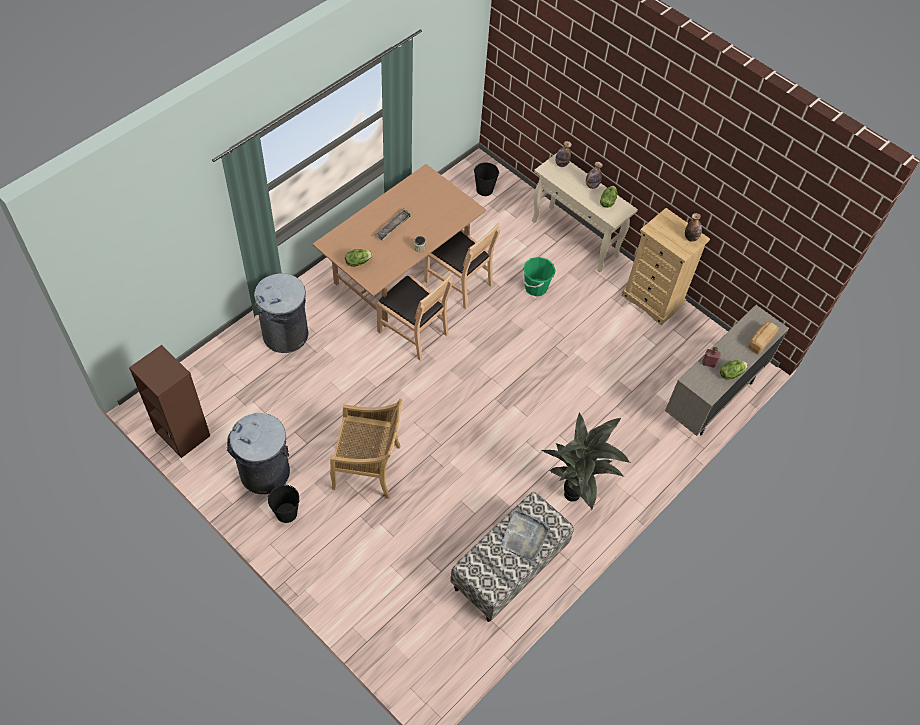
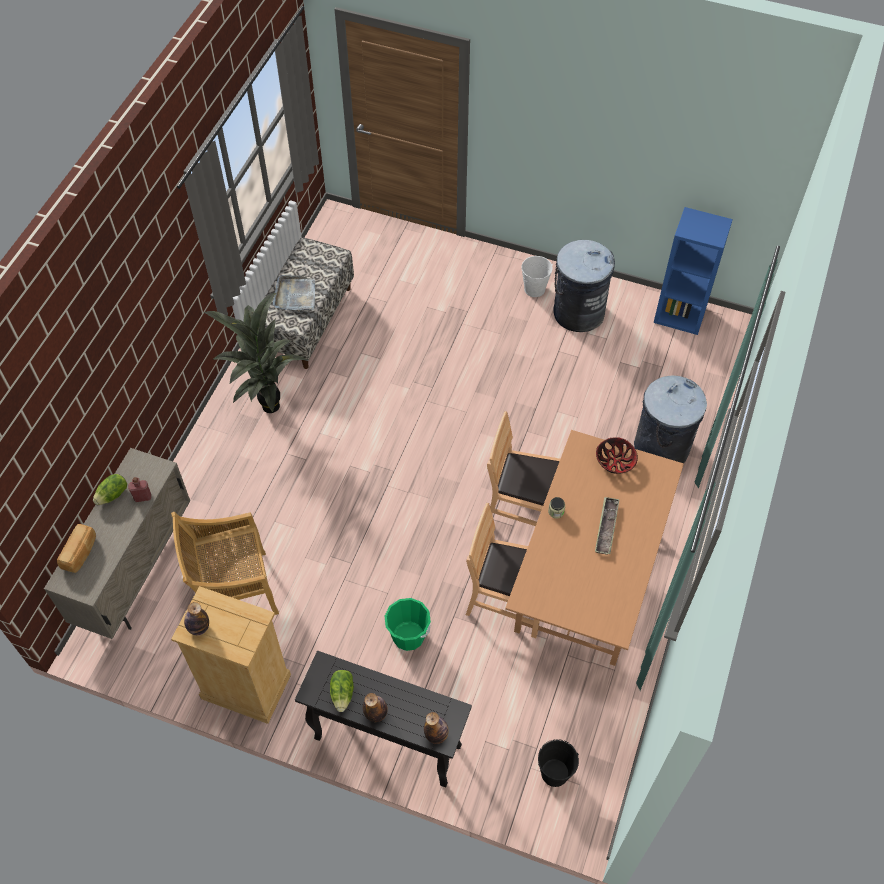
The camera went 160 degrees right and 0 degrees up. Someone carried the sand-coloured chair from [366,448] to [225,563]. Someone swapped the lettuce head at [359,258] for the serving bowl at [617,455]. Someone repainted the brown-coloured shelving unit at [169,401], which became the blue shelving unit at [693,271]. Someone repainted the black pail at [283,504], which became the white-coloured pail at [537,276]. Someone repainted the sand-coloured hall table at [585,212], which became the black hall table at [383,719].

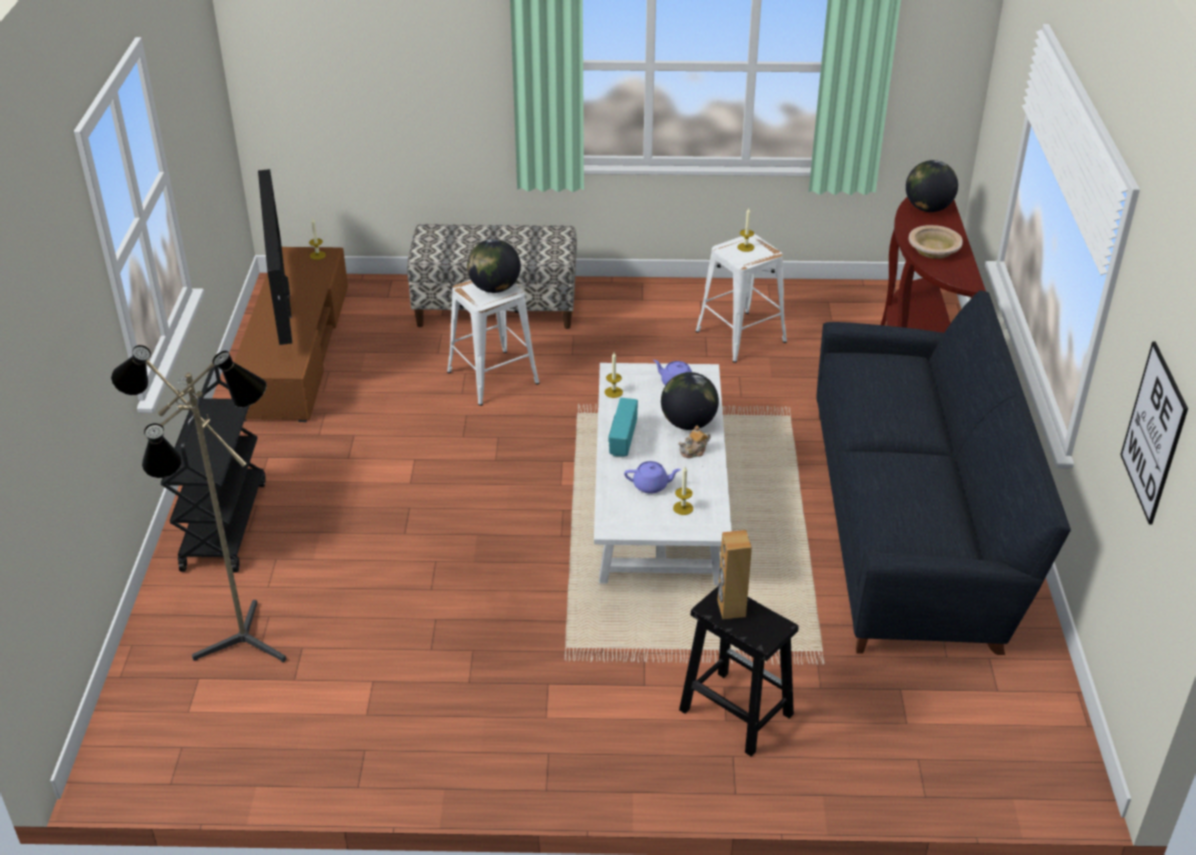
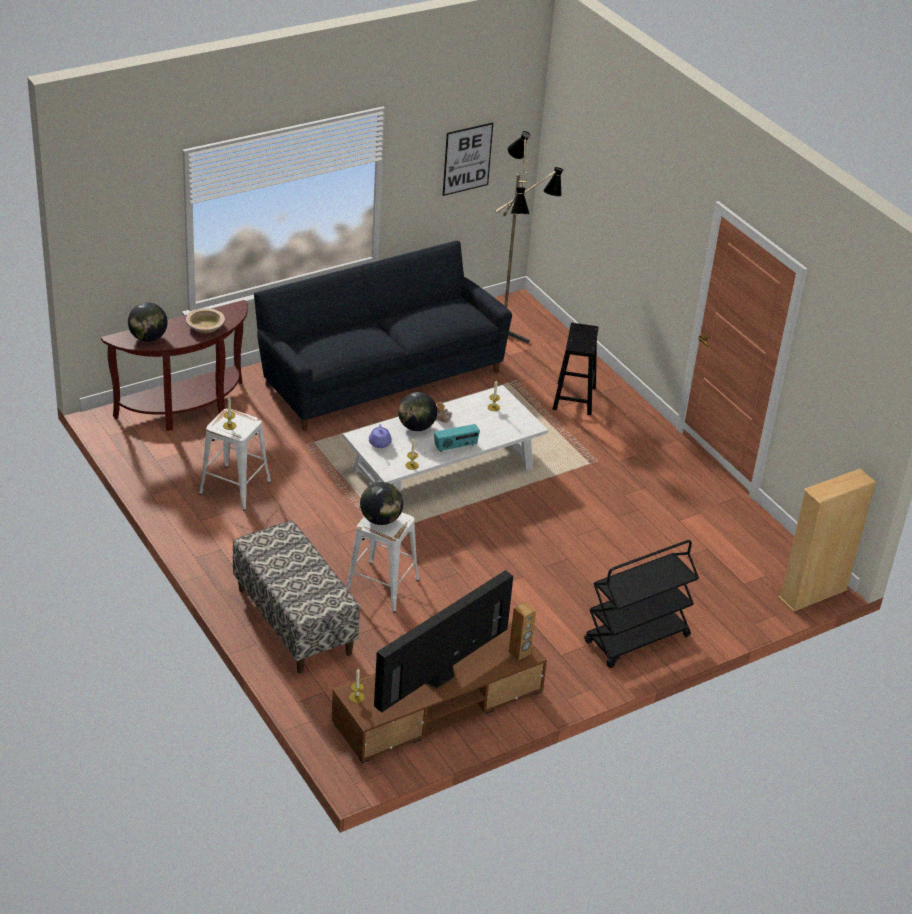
The camera went 125 degrees left and 0 degrees up. Someone took away the purplish tea pot at [652,477]. Someone put down the sand-coloured shelving unit at [827,540]. Someone carried the standing lamp from [198,503] to [529,237]. Someone carried the brown-coloured speaker from [734,574] to [522,631].

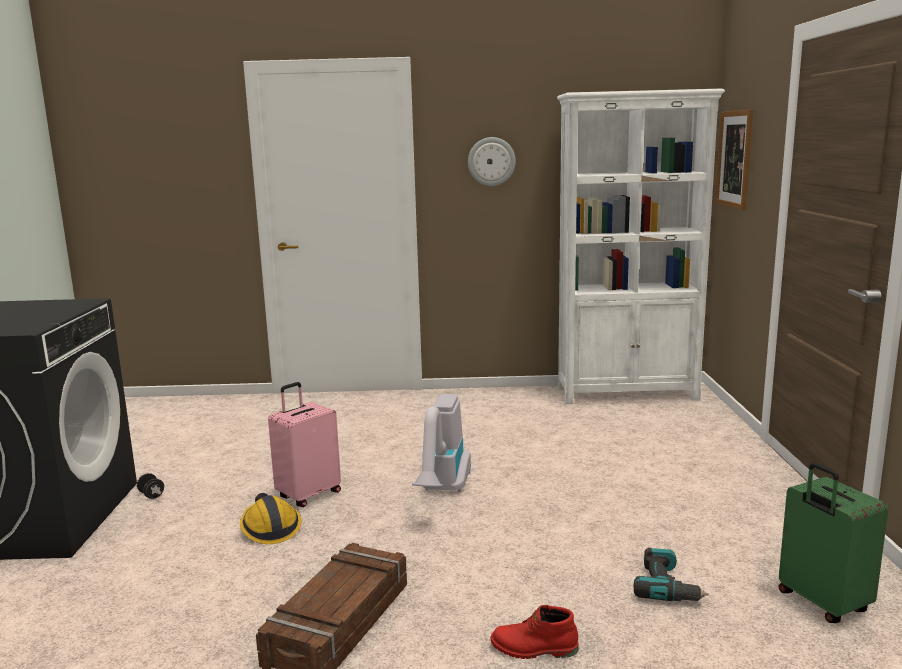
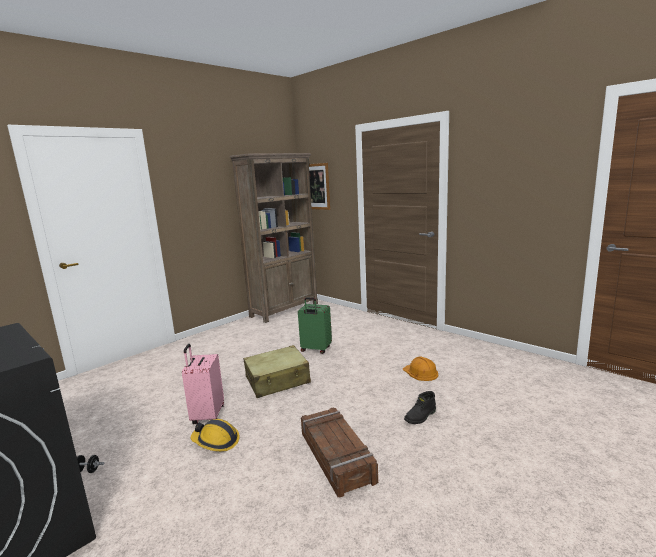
The camera went 45 degrees left and 0 degrees up. Someone took away the clock on the wall at [492,161]. Someone carried the greenish suitcase from [833,542] to [315,325]. Someone swapped the hoover at [441,443] for the sand-coloured suitcase at [277,371]. Someone swapped the drill at [671,574] for the orange-coloured hard hat at [421,368]. Someone repainted the red boot at [534,632], which became the black boot at [420,407]. Someone repainted the white-coloured shelving unit at [641,246], which became the brown-coloured shelving unit at [274,238].

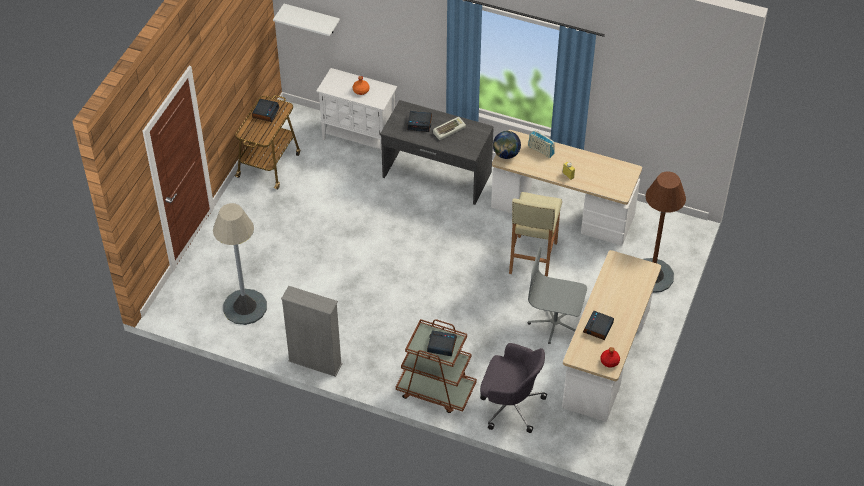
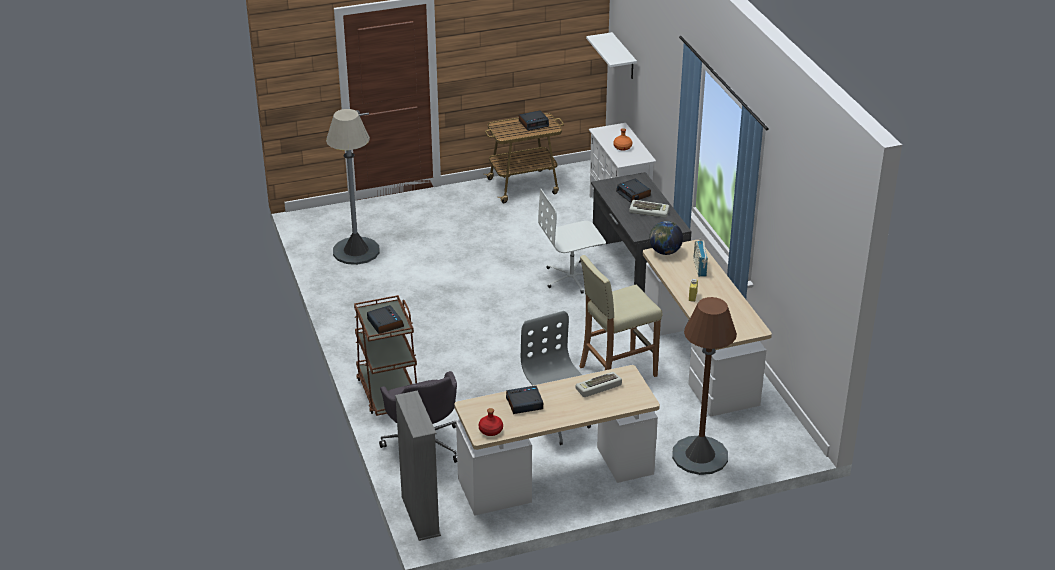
The camera went 50 degrees right and 15 degrees down. Someone put down the white-coloured computer chair at [572,241]. Someone put down the keyboard at [599,384]. Someone carried the gray shelving unit from [312,331] to [418,465].

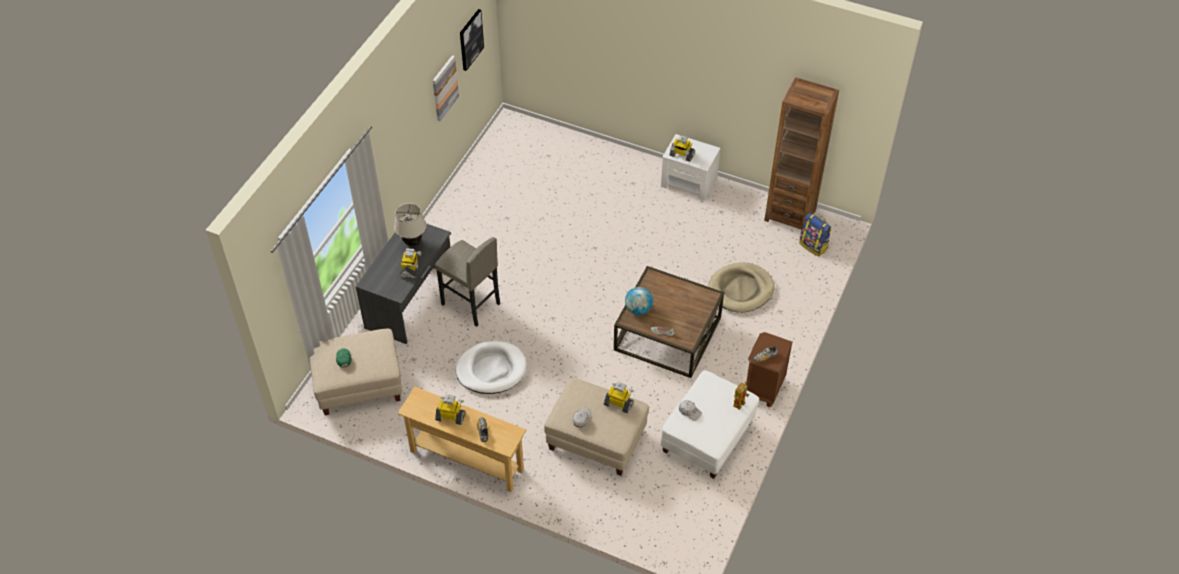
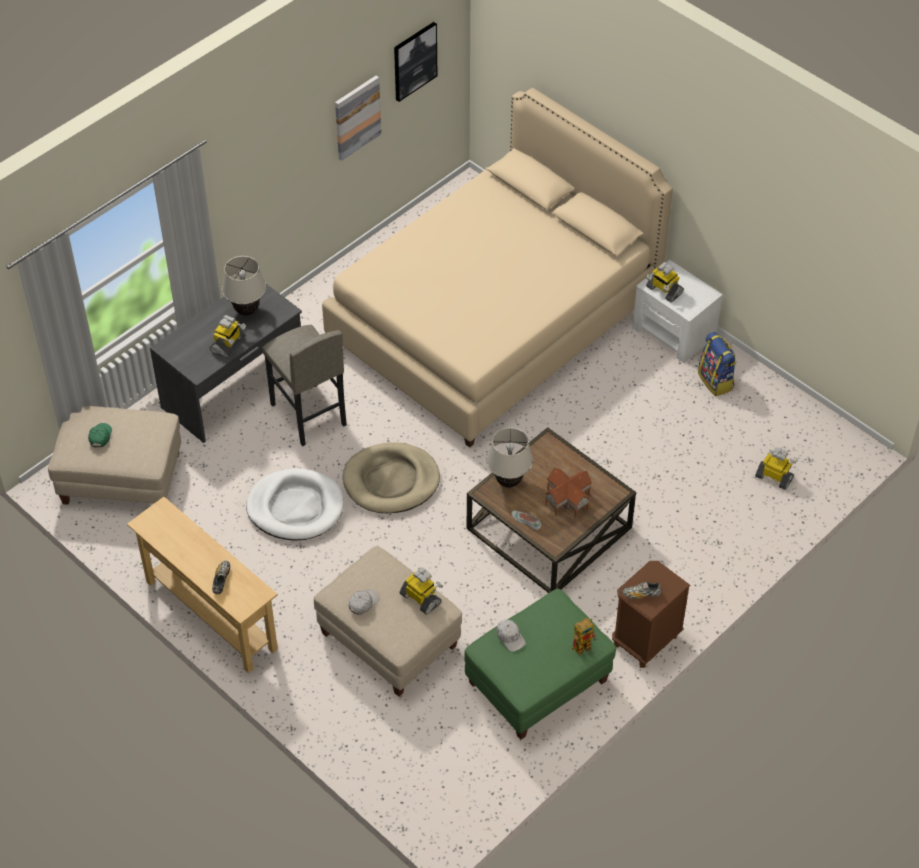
The camera went 20 degrees right and 0 degrees up. Someone took away the brown-coloured shelving unit at [801,154]. Someone put down the sand-coloured sleeping bed at [497,268]. Someone put down the toy house at [568,493]. Someone carried the model robot from [450,409] to [775,468]. Someone carried the sand-coloured dog bed from [741,287] to [391,477]. Someone carried the backpack from [815,235] to [717,364]. Someone swapped the desk globe at [639,301] for the sand-coloured tabletop lamp at [509,458]. Someone repainted the white-coloured ottoman at [710,424], which became the greenish ottoman at [540,664].

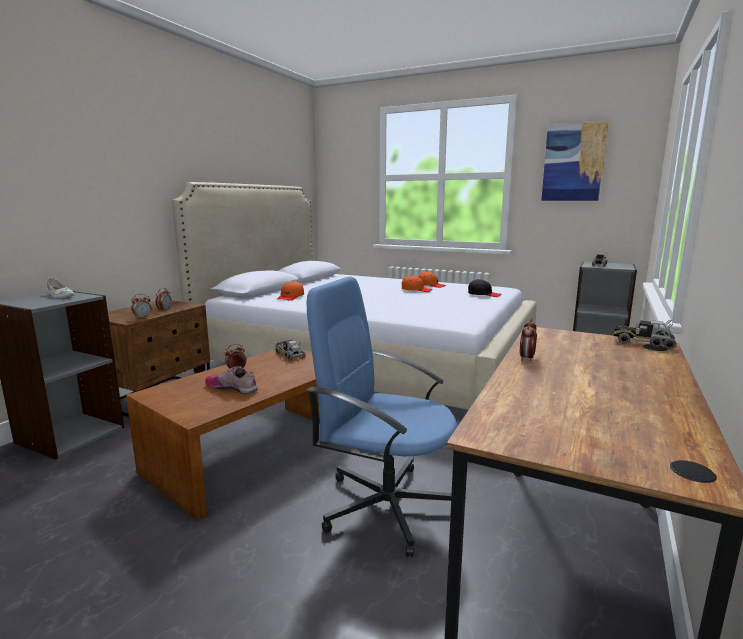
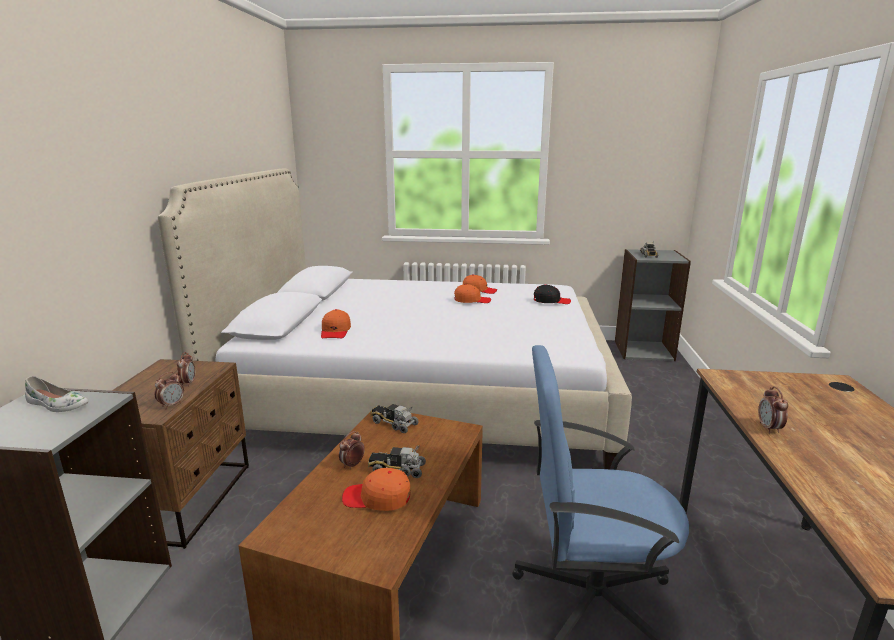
The camera went 20 degrees left and 5 degrees up. Someone took away the wall picture at [575,161]. Someone carried the model truck from [644,334] to [397,461]. Someone swapped the item of footwear at [231,380] for the orange-coloured cap at [376,489].

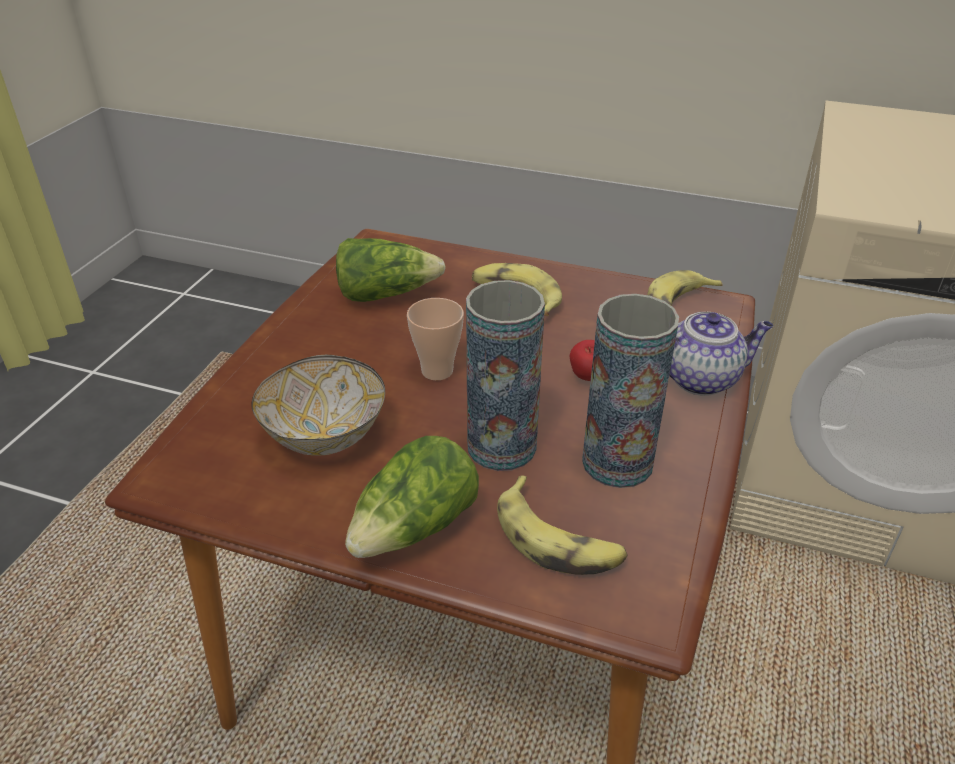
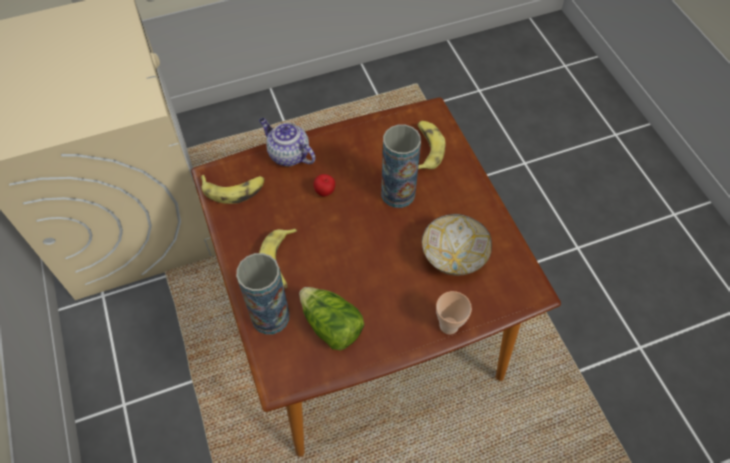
The camera went 130 degrees left and 20 degrees up. Someone took away the lettuce head at [412,497]. Someone carried the small cup from [435,339] to [454,312]. Someone carried the vase from [630,391] to [262,294].

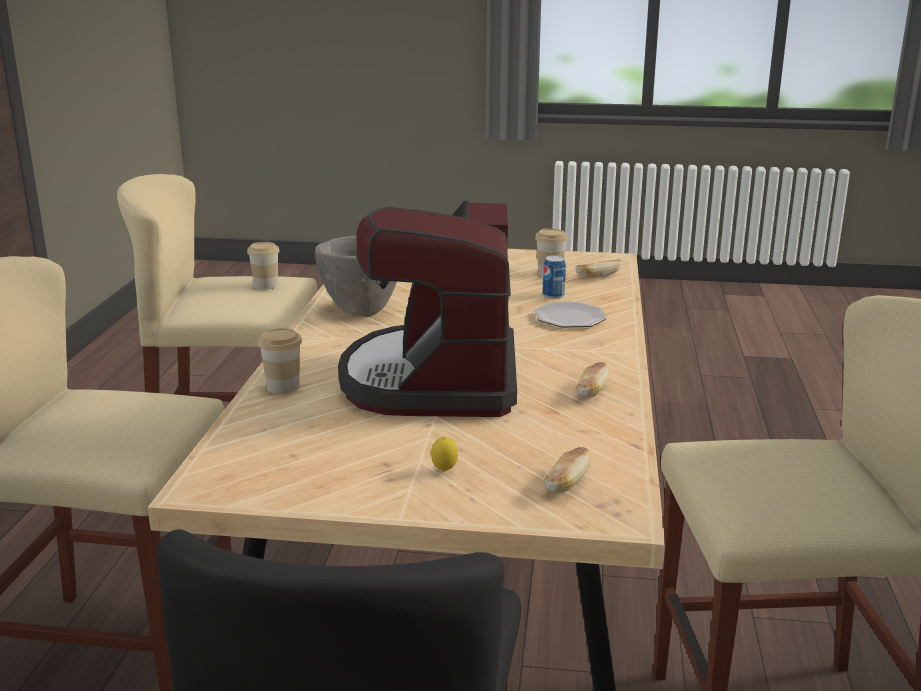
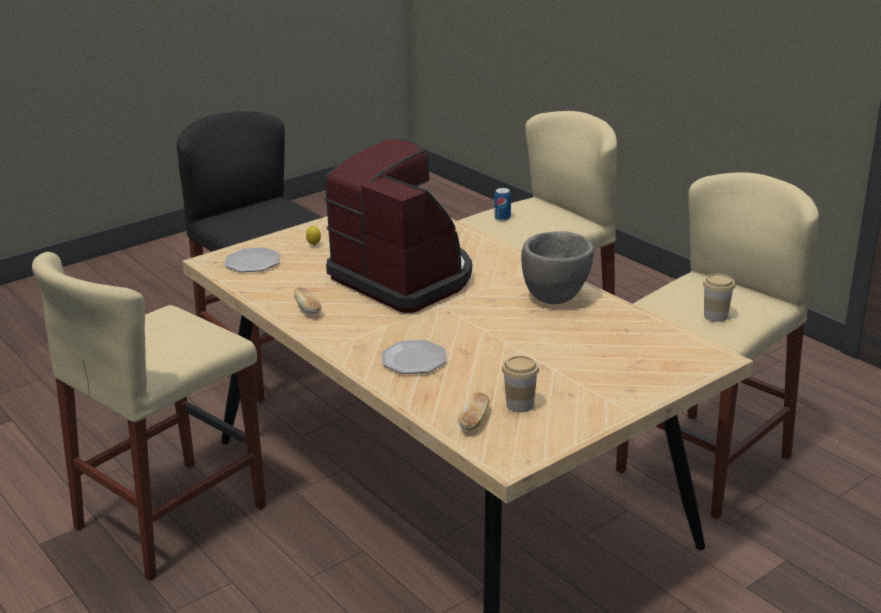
The camera went 135 degrees right and 5 degrees up. Someone took away the small cup at [280,361]. Someone carried the sealed can from [554,277] to [502,204]. Someone swapped the baked bread at [567,470] for the plate at [252,259].

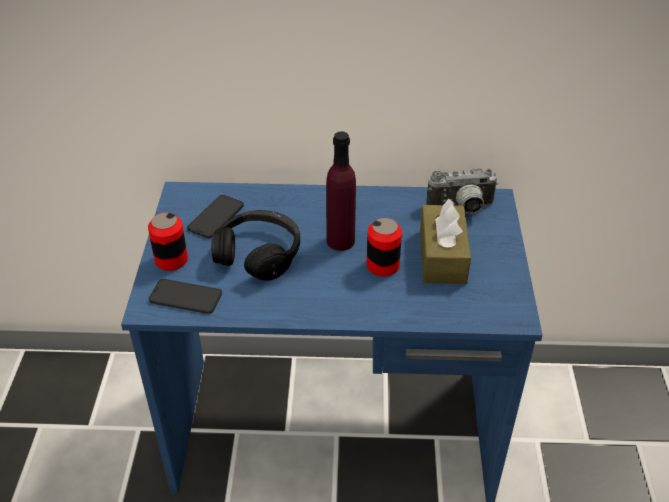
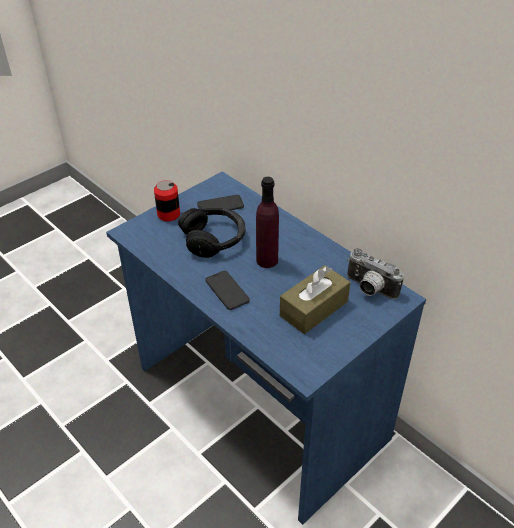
The camera went 45 degrees right and 0 degrees up. Someone took away the sealed can at [384,247]. Someone carried the handset from [185,296] to [227,290].

